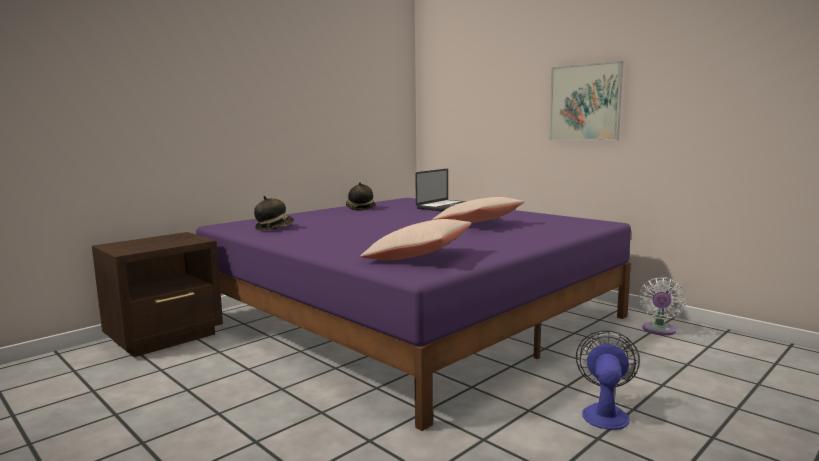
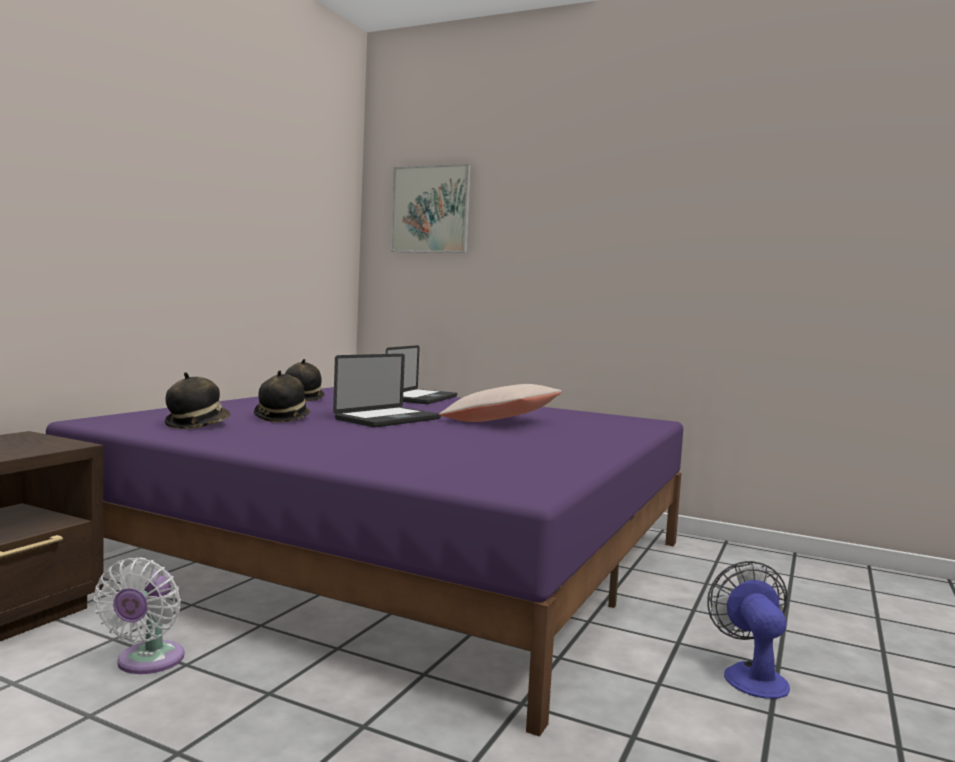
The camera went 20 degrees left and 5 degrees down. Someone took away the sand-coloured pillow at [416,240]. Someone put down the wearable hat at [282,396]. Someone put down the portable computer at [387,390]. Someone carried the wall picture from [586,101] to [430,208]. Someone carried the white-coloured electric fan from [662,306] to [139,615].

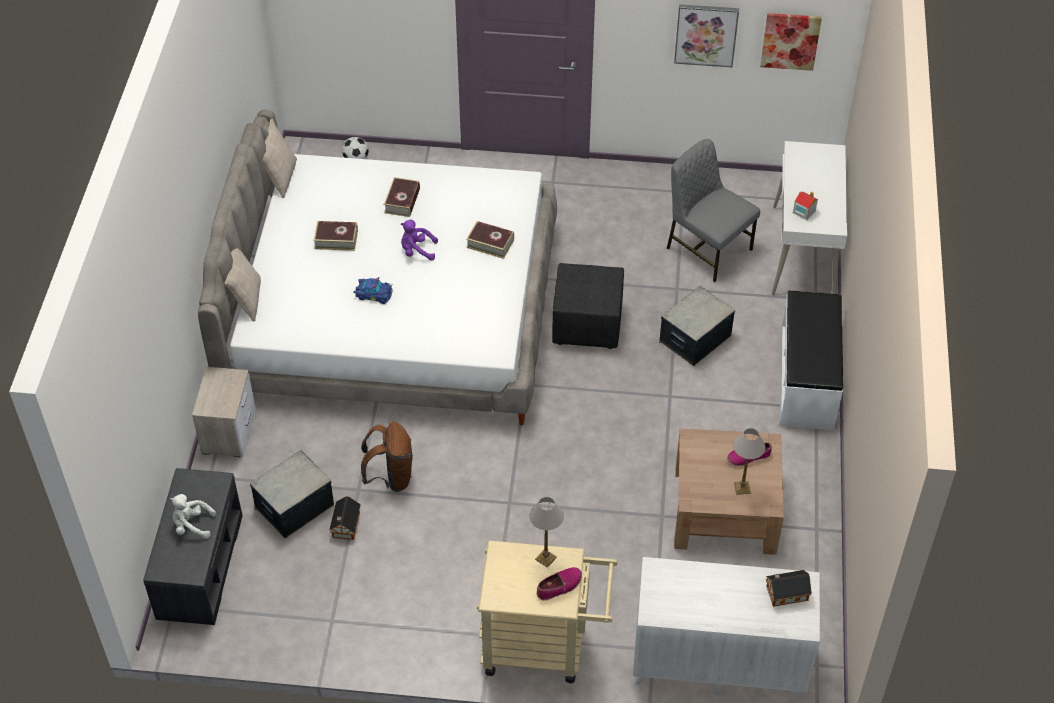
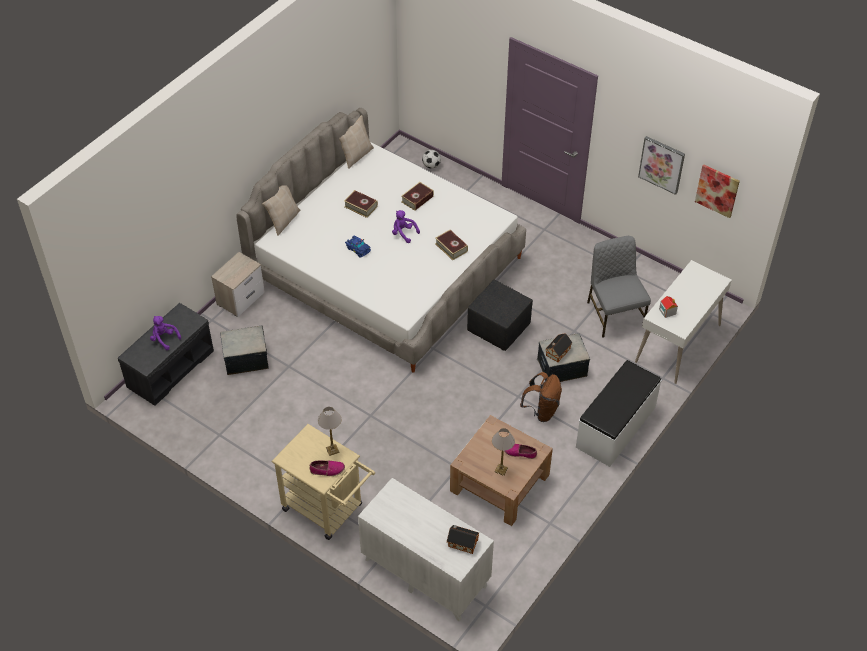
The camera went 30 degrees right and 0 degrees up. Someone carried the toy house from [345,518] to [558,347]. Someone carried the brown-coloured backpack from [386,457] to [541,397]. Someone repainted the white-coloured soft toy at [193,516], which became the purplish soft toy at [165,333].

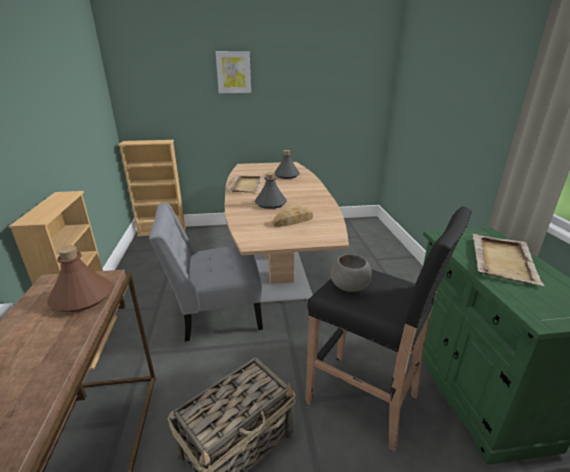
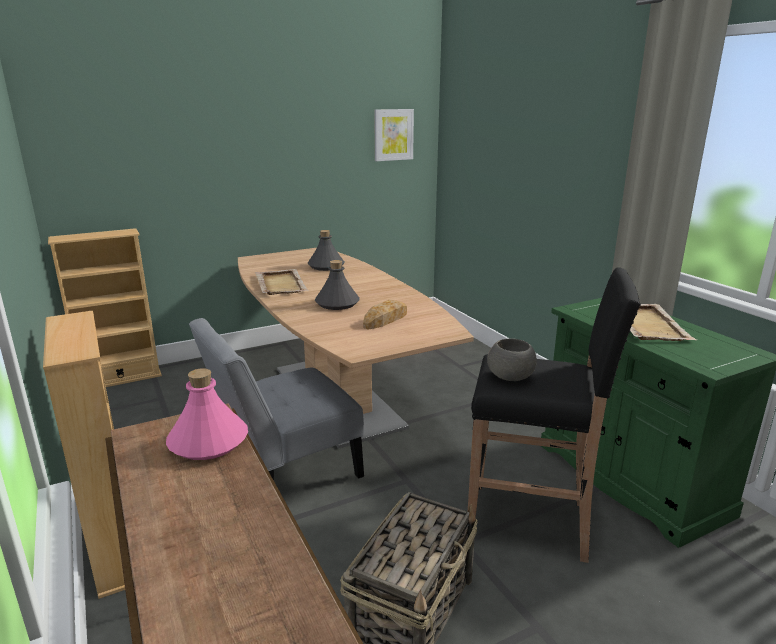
The camera went 20 degrees left and 5 degrees down. Someone carried the wall picture from [233,72] to [394,135]. Someone repainted the brown-coloured beverage bottle at [79,278], which became the pinkish beverage bottle at [207,414].

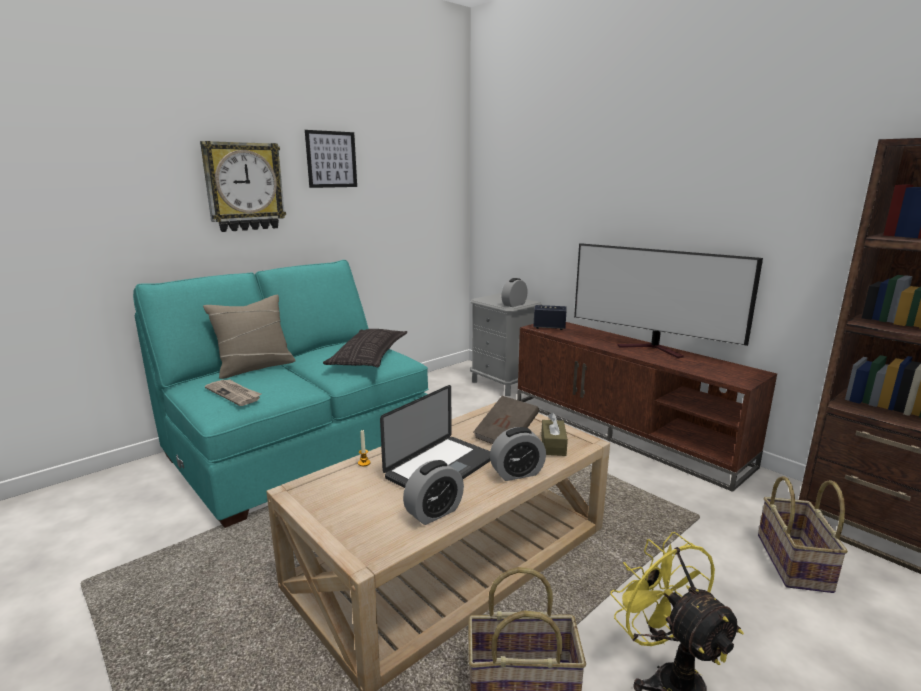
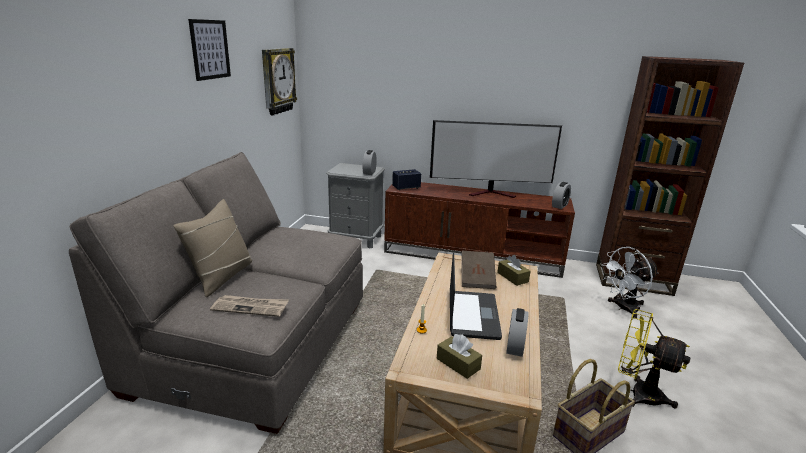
The camera went 35 degrees left and 5 degrees up. Someone took away the pillow at [365,348]. Someone put down the brown-coloured tissue holder at [459,356]. Someone carried the clock on the wall from [243,186] to [279,82]. Someone carried the bedside clock from [518,454] to [561,195]. Someone swapped the household basket at [803,534] for the white-coloured electric fan at [630,282]. Someone repainted the blue-green sofa at [280,394], which became the gray sofa at [216,293].

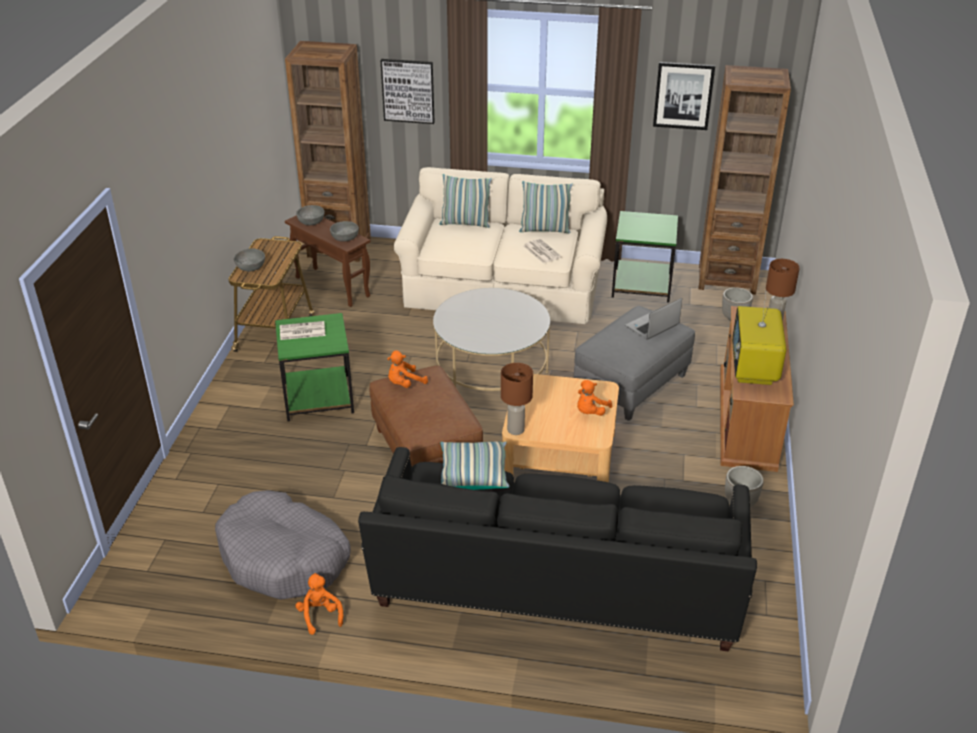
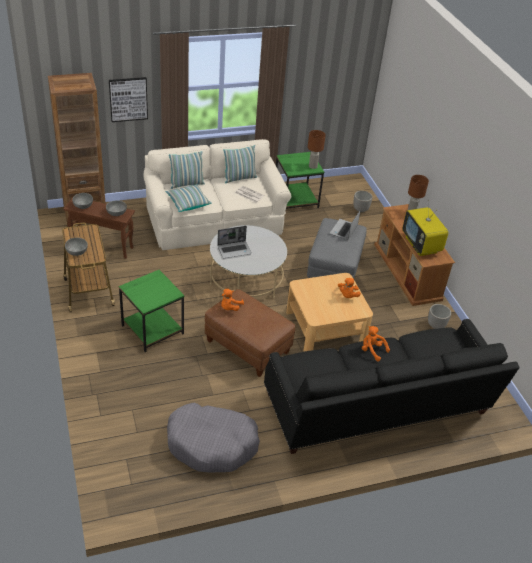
The camera went 30 degrees left and 5 degrees up. Someone took away the printed paper at [302,330]. Someone took away the wall picture at [684,96]. Someone took away the brown-coloured shelving unit at [745,180]. Someone put down the portable computer at [234,242]. Someone carried the orange-coloured soft toy from [319,604] to [376,343]. Someone carried the pillow from [474,466] to [189,198]. Someone carried the brown-coloured tabletop lamp from [517,399] to [317,149].

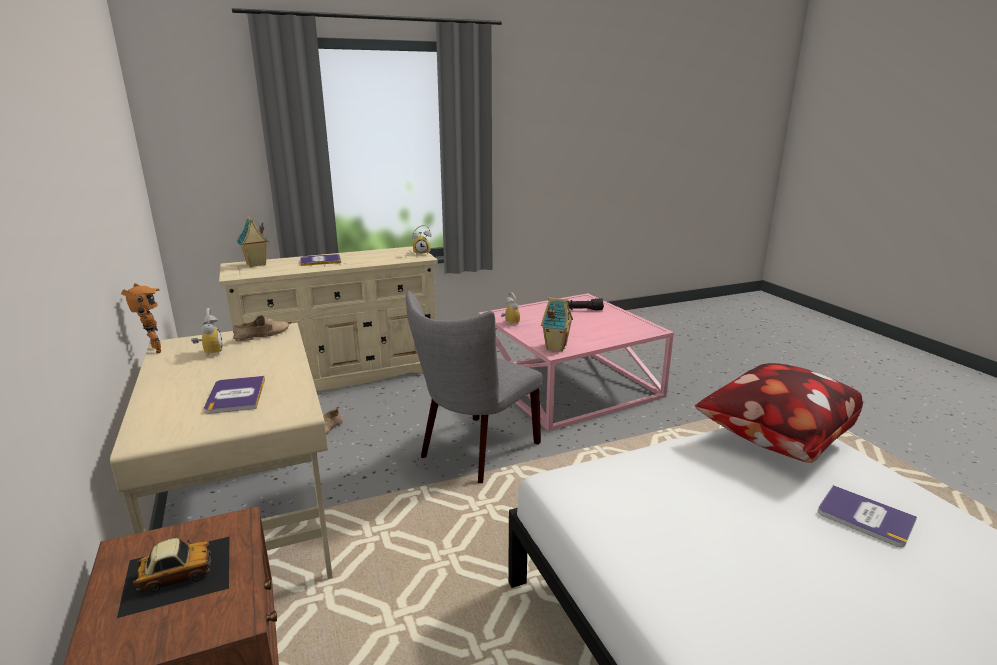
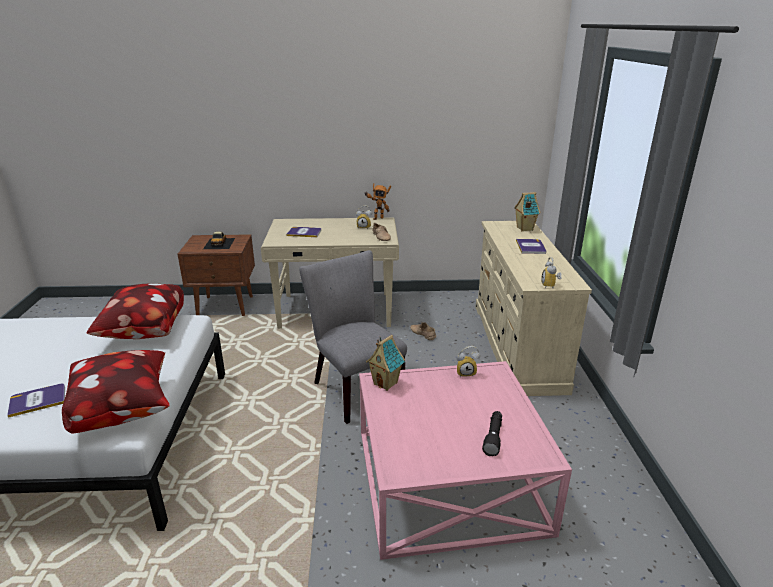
The camera went 110 degrees right and 5 degrees up. Someone put down the pillow at [135,311].

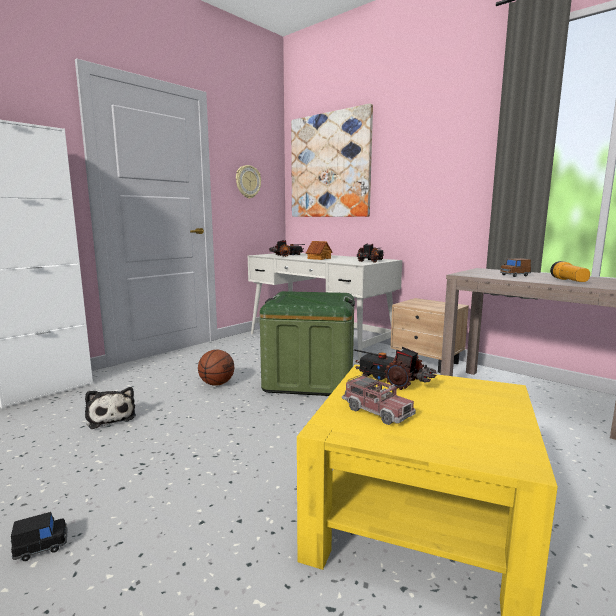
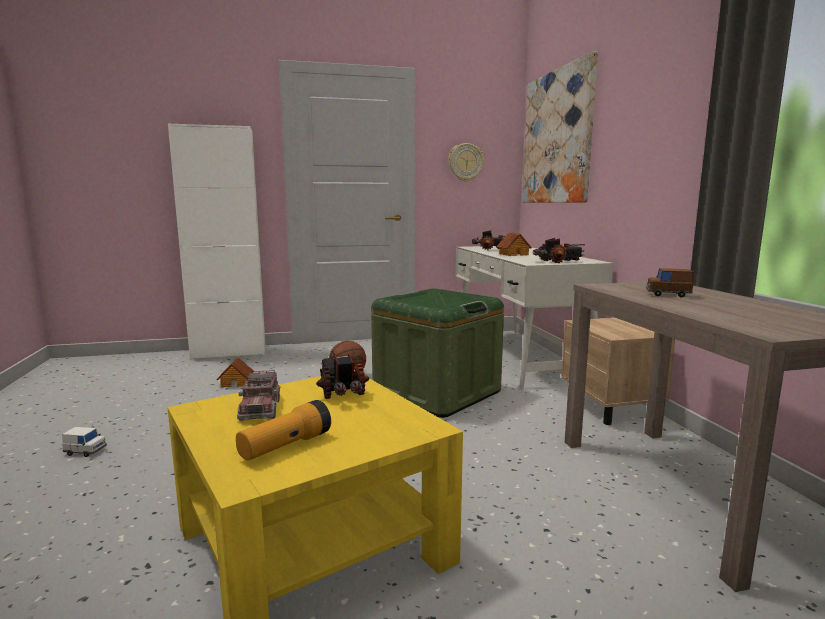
The camera went 35 degrees right and 0 degrees up. Someone carried the torch from [570,271] to [283,430]. Someone swapped the soft toy at [110,408] for the toy house at [235,372]. Someone repainted the black toy car at [39,536], which became the white-coloured toy car at [84,442].

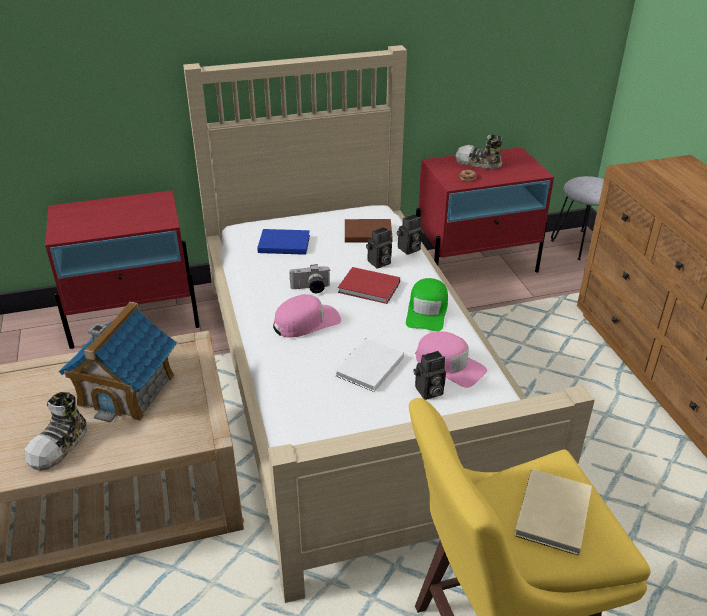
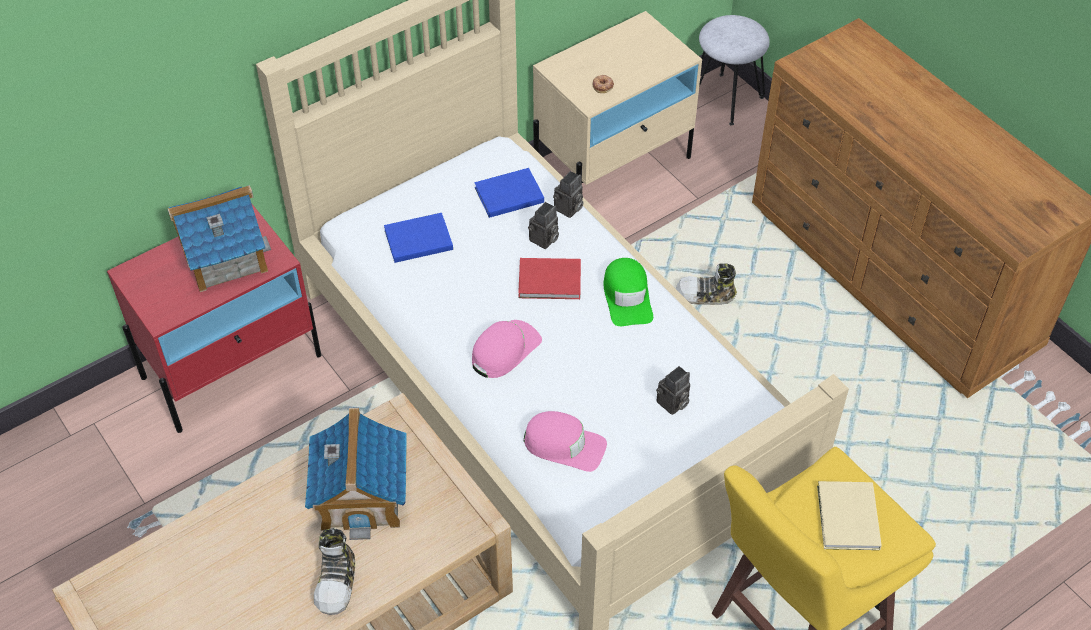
The camera went 20 degrees left and 15 degrees up. Someone took away the still camera at [310,278]. Someone took away the white-coloured bound book at [369,365]. Someone put down the toy house at [219,238]. Someone carried the pinkish cap from [451,359] to [565,441]. Someone carried the item of footwear from [479,151] to [706,284]. Someone repainted the brown-coloured bound book at [369,230], which became the blue bound book at [509,193]. Someone repainted the red night table at [485,210], which became the sand-coloured night table at [617,98].

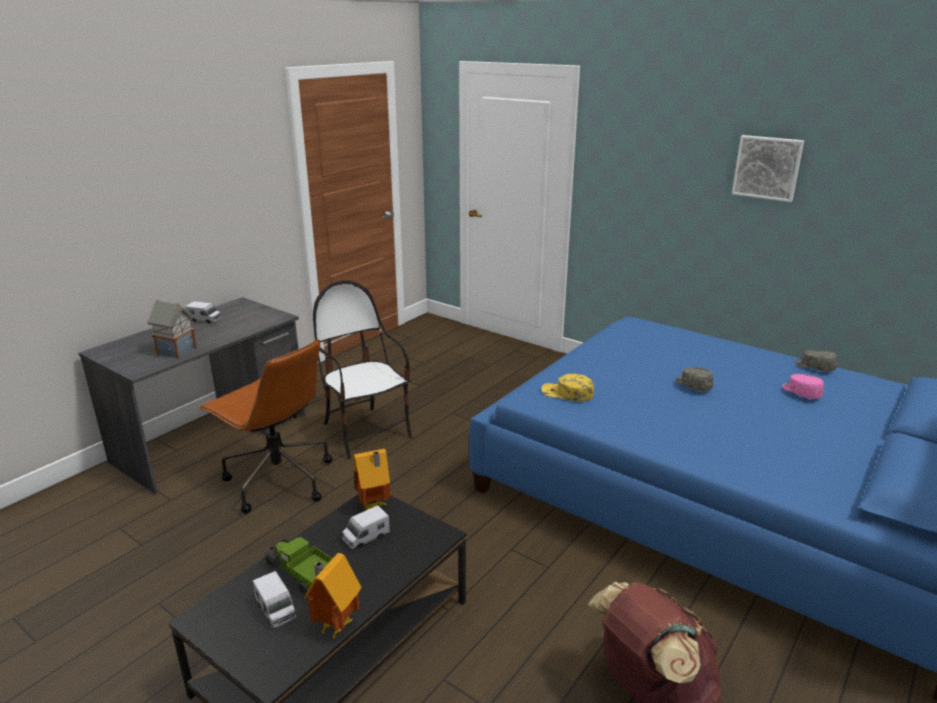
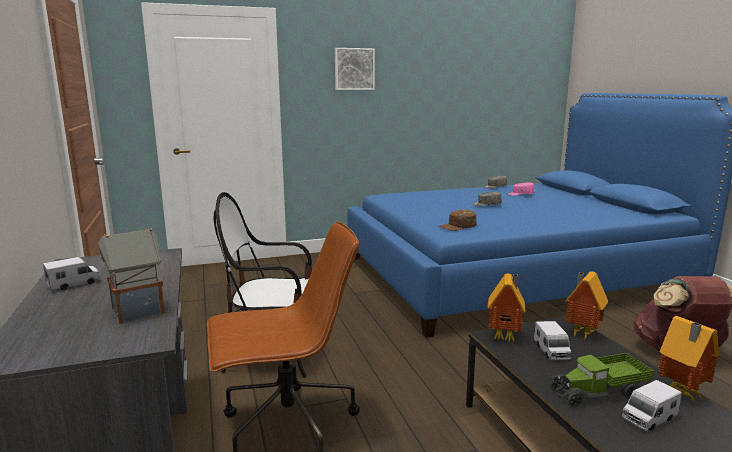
The camera went 55 degrees left and 10 degrees down. Someone put down the toy house at [586,305]. Someone carried the wall picture from [768,168] to [355,69]. Someone repainted the yellowish cap at [568,387], which became the brown-coloured cap at [458,220]. Someone rotated the model truck at [274,599] by 150 degrees clockwise.

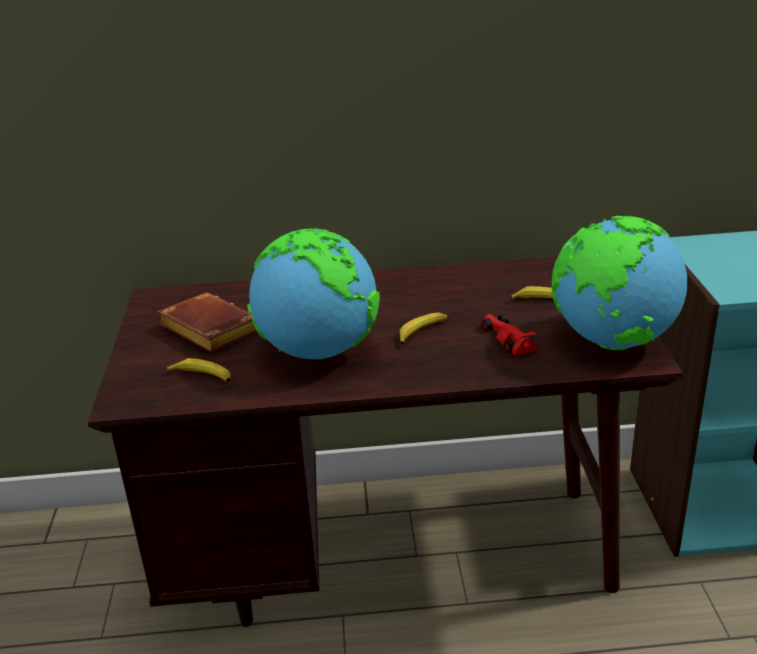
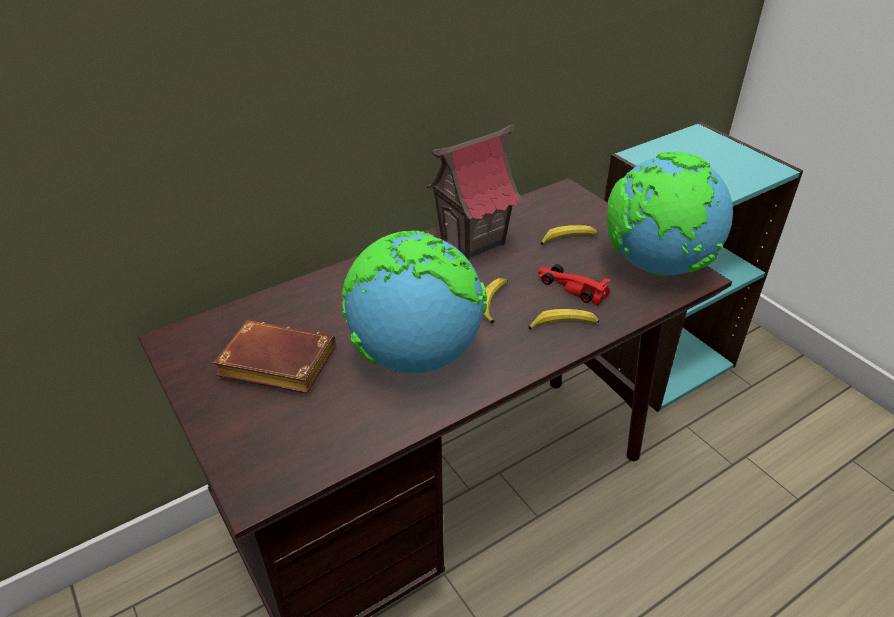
The camera went 30 degrees left and 10 degrees up. Someone put down the toy house at [474,192]. Someone carried the banana from [198,370] to [563,319].

